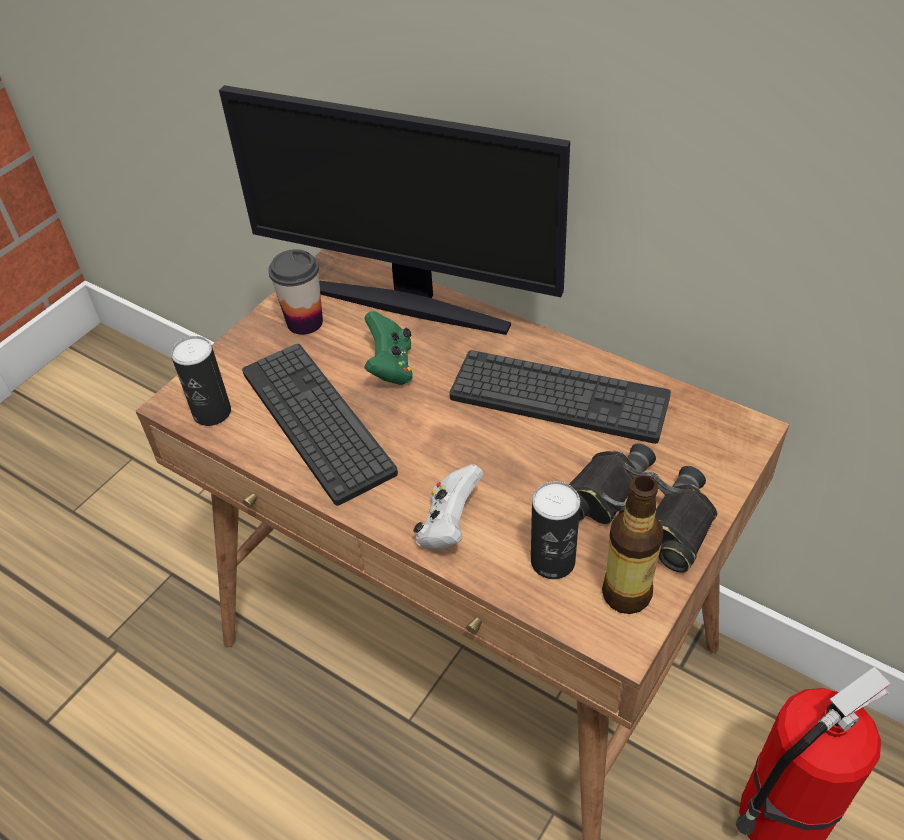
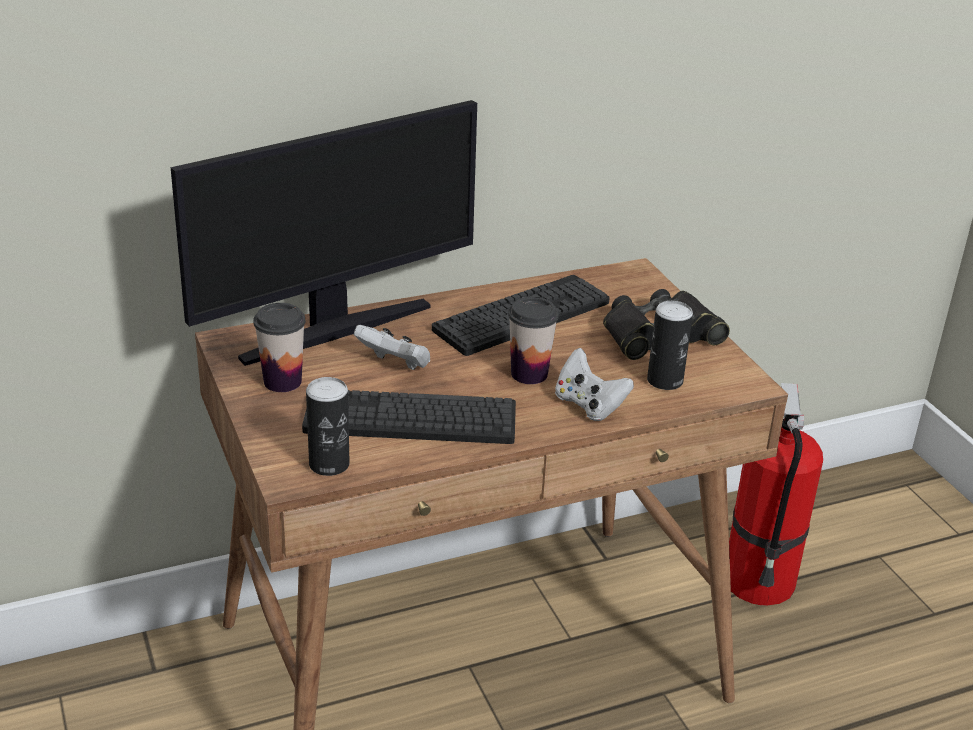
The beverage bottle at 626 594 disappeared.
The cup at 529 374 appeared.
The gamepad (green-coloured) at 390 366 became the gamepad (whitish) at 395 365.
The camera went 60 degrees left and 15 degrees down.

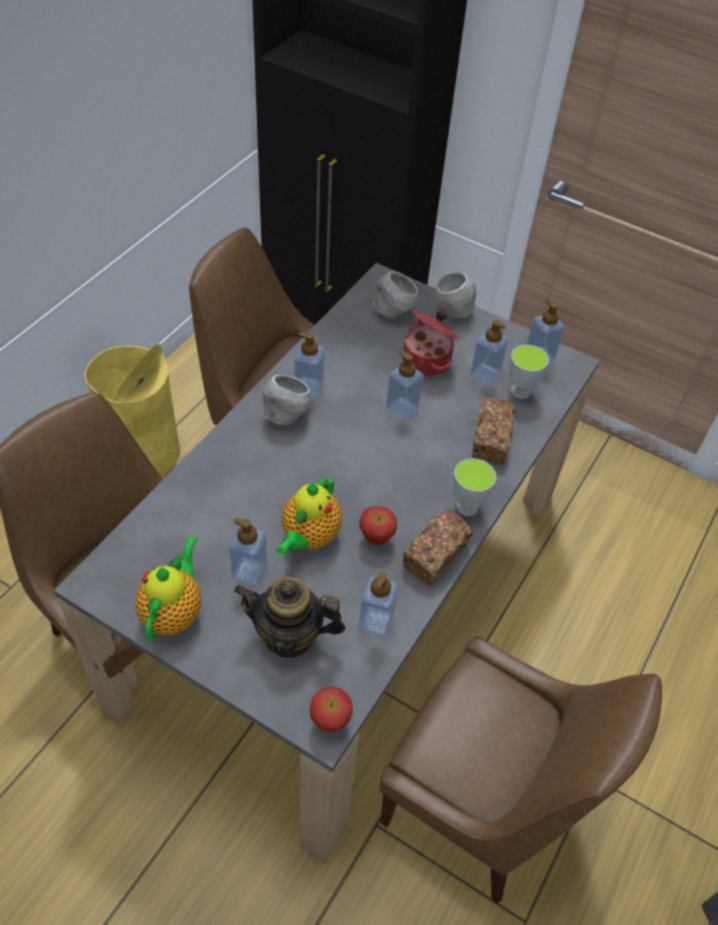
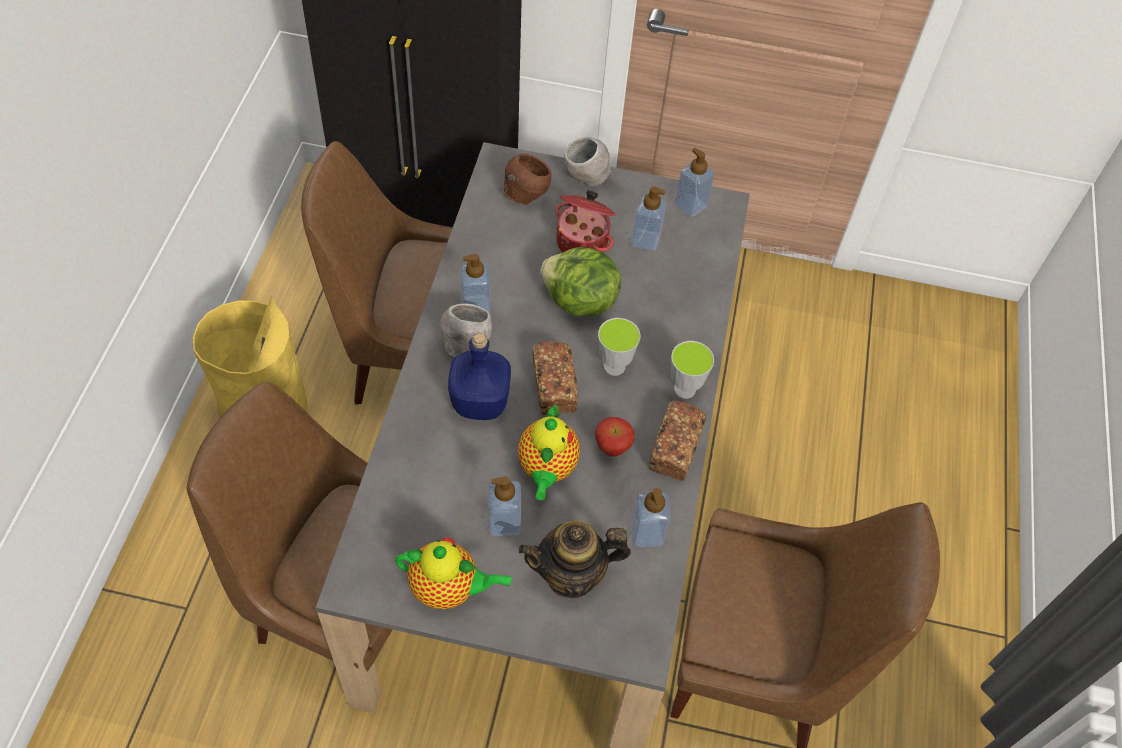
The apple at 330 722 disappeared.
The beverage bottle (blue-coloured) at 480 404 appeared.
The bakery bread moved from 491 440 to 554 387.
The cup moved from 520 391 to 614 366.
The soap bottle at 402 408 was replaced by the lettuce head at 579 302.
The serving bowl (greyish) at 393 312 became the serving bowl (brownish) at 525 196.
The pot for tea at 174 612 turned 105 degrees clockwise.
The camera went 20 degrees left and 5 degrees up.

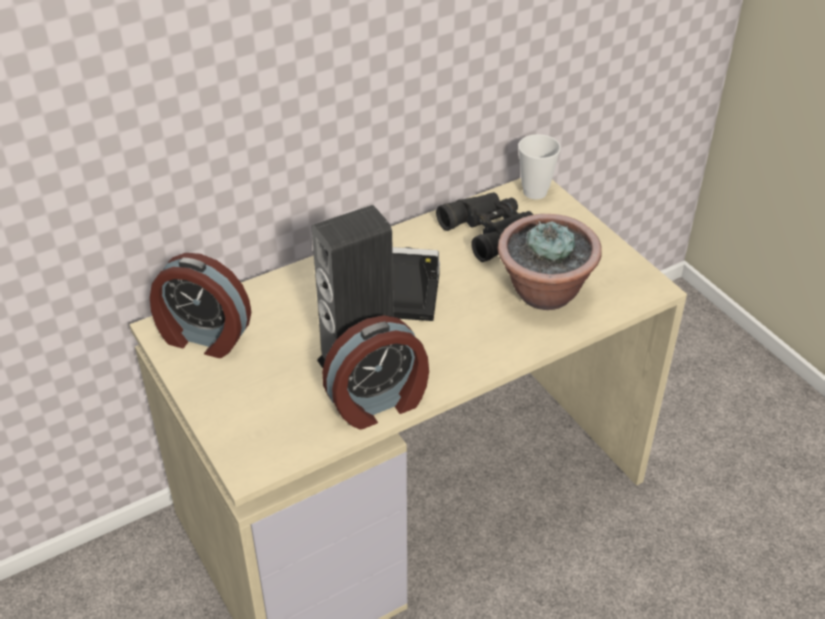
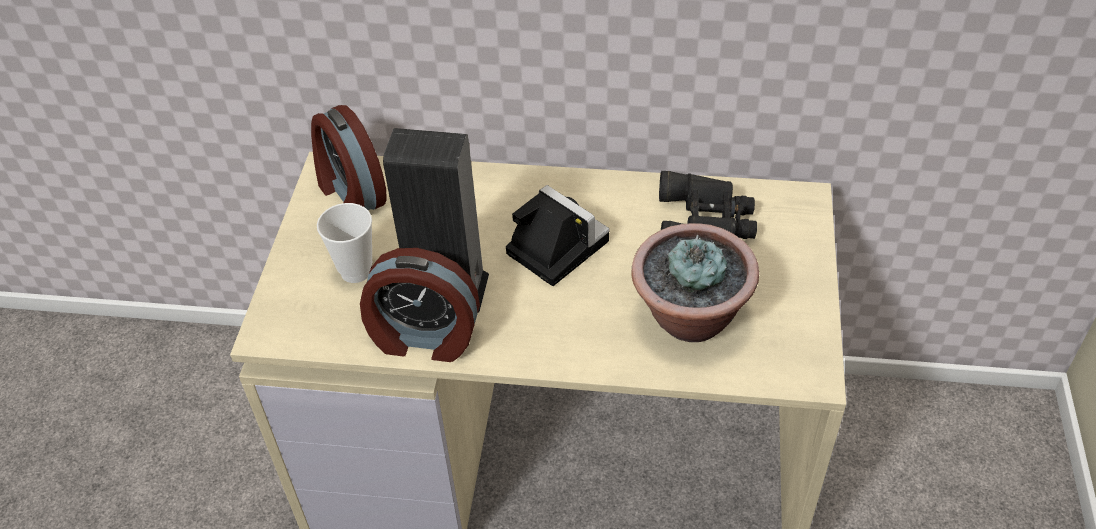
The cup moved from 535 192 to 356 271.
The camera went 40 degrees right and 5 degrees up.

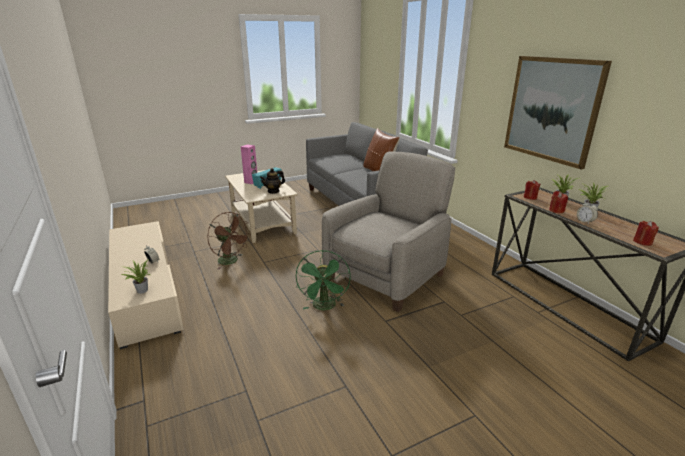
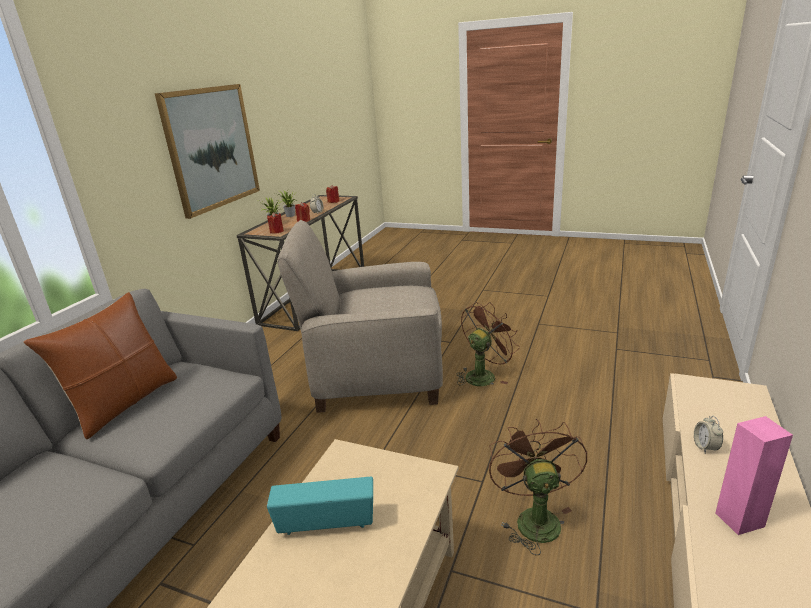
The houseplant at 141 290 disappeared.
The pot for tea at 273 191 disappeared.
The audio speaker (pink) moved from 251 182 to 739 519.
The cooling fan (green-coloured) at 325 307 became the cooling fan (brownish) at 483 375.
The camera went 130 degrees left and 0 degrees up.

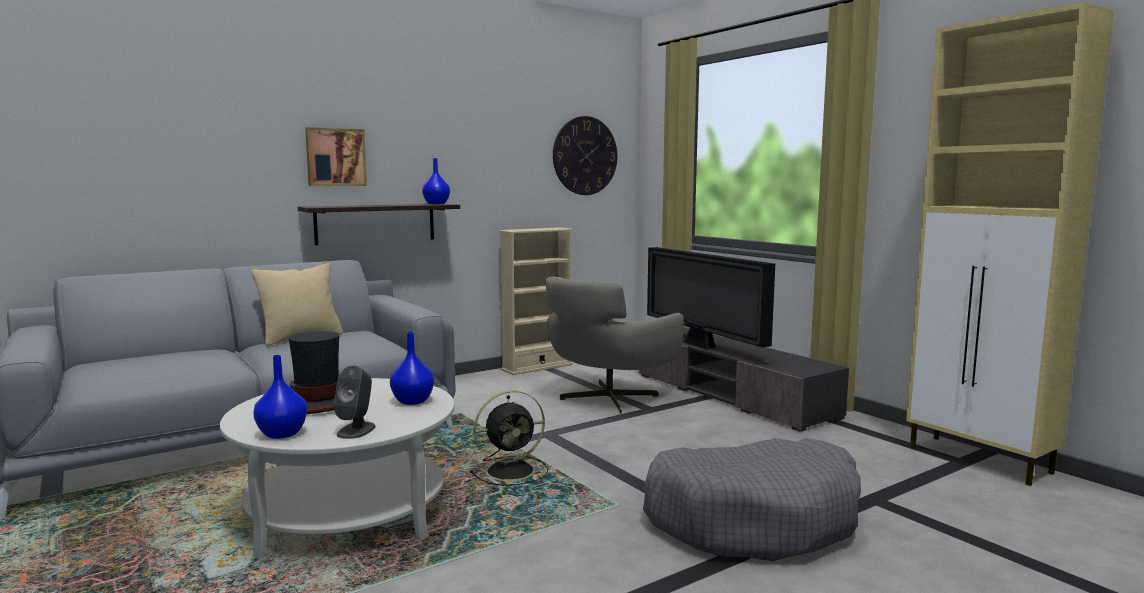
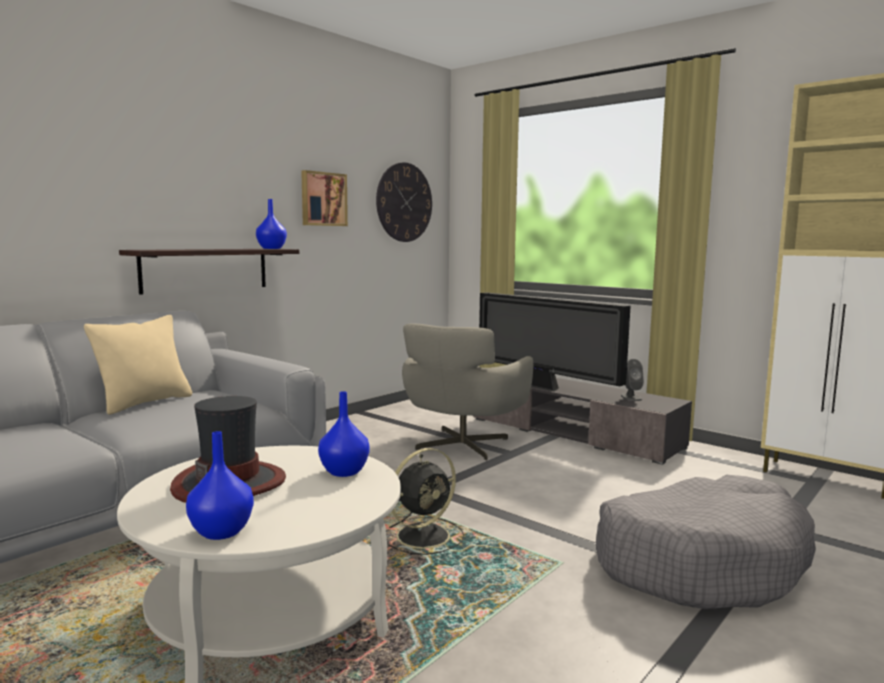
The bookcase (sand-coloured) at 537 367 disappeared.
The picture moved from 335 157 to 323 199.
The audio speaker (greyish) moved from 356 430 to 631 397.
The camera went 15 degrees left and 0 degrees up.

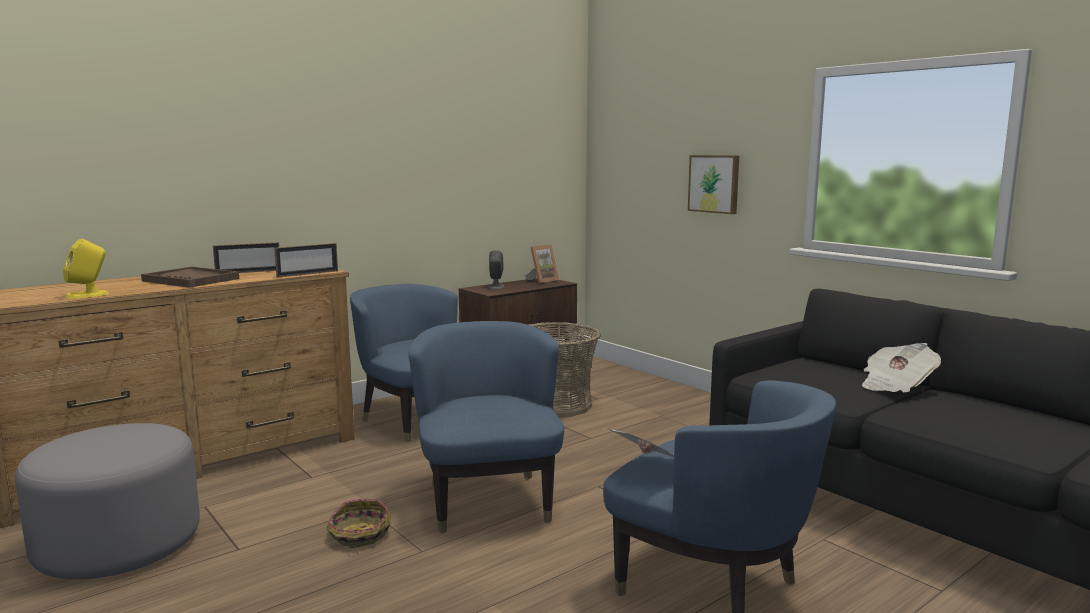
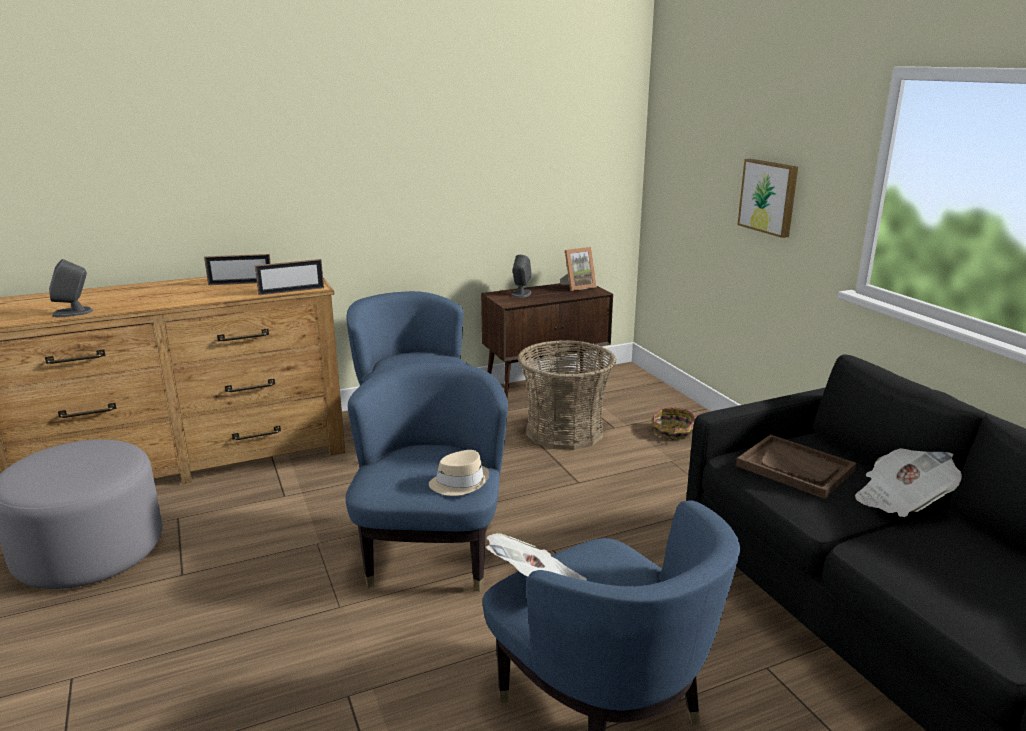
The clothing hat (sand-coloured) at 460 482 appeared.
The tray (brownish) moved from 191 280 to 795 468.
The household basket moved from 359 535 to 672 432.
The audio speaker (yellowish) at 88 295 became the audio speaker (greyish) at 73 312.
The camera went 15 degrees right and 10 degrees up.

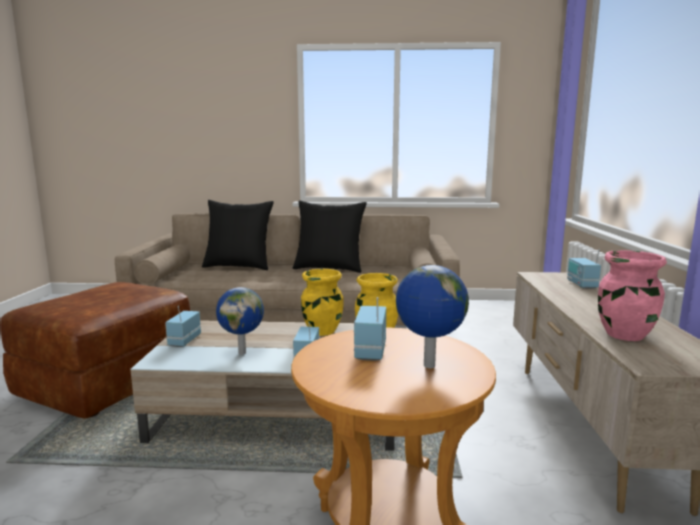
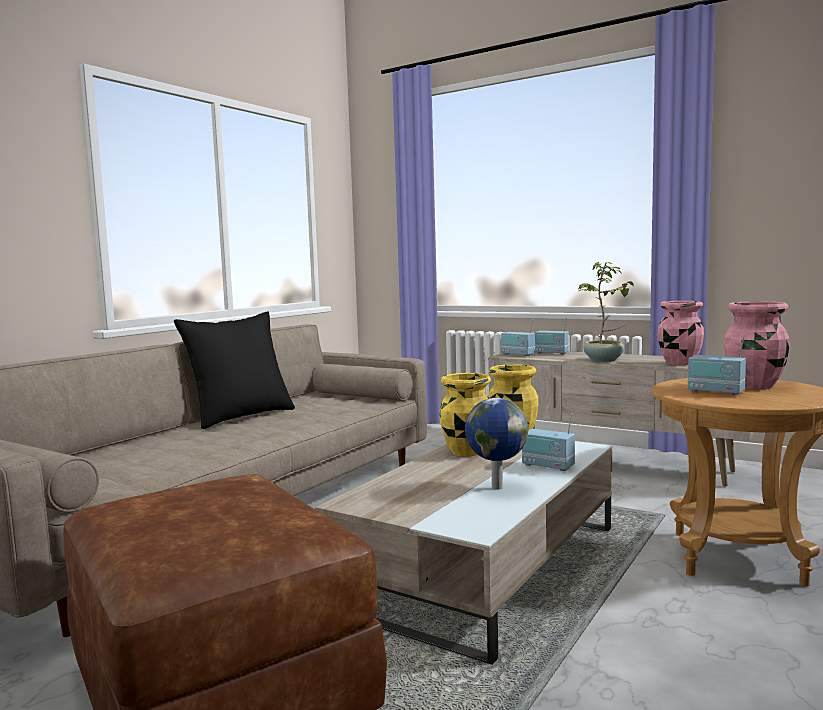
The cushion (black) at 238 266 disappeared.
The houseplant at 604 360 appeared.
The radio receiver moved from 184 341 to 517 354.
The desk globe at 428 366 was replaced by the vase (pink) at 755 386.
The camera went 60 degrees left and 5 degrees down.

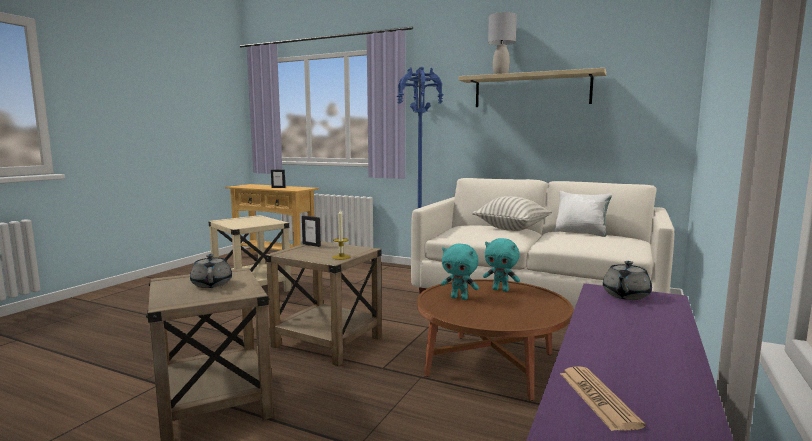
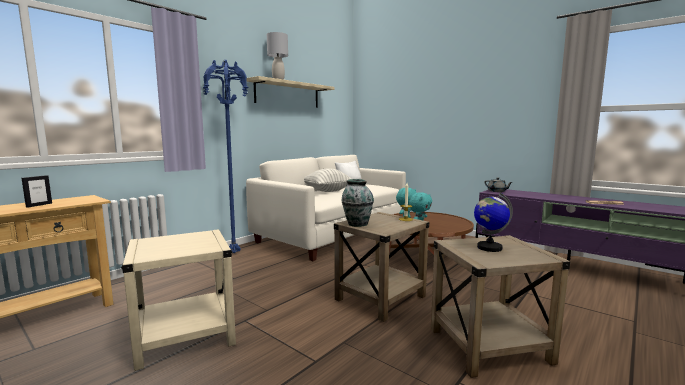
The pot for tea (greyish) at 212 284 was replaced by the desk globe at 489 248.
The picture frame at 311 245 was replaced by the vase at 357 224.
The camera went 75 degrees left and 0 degrees up.

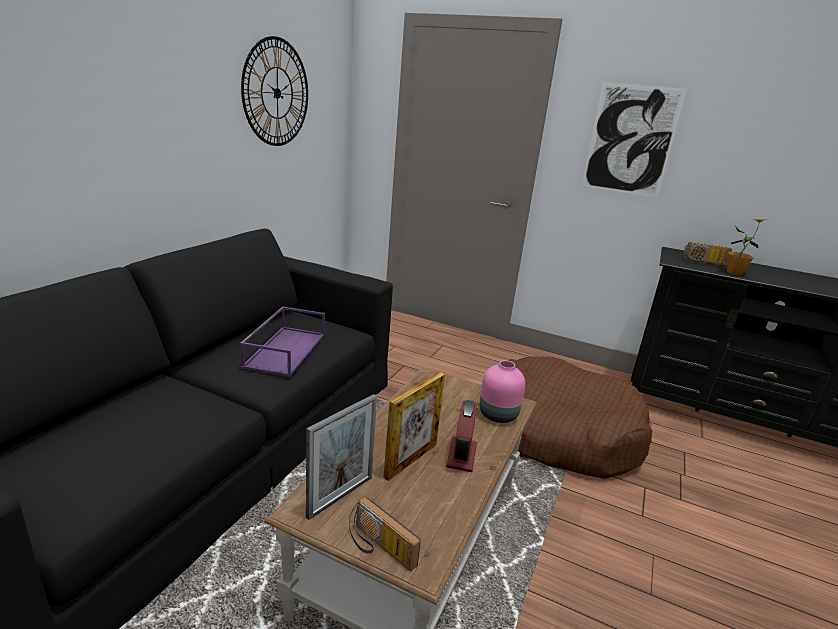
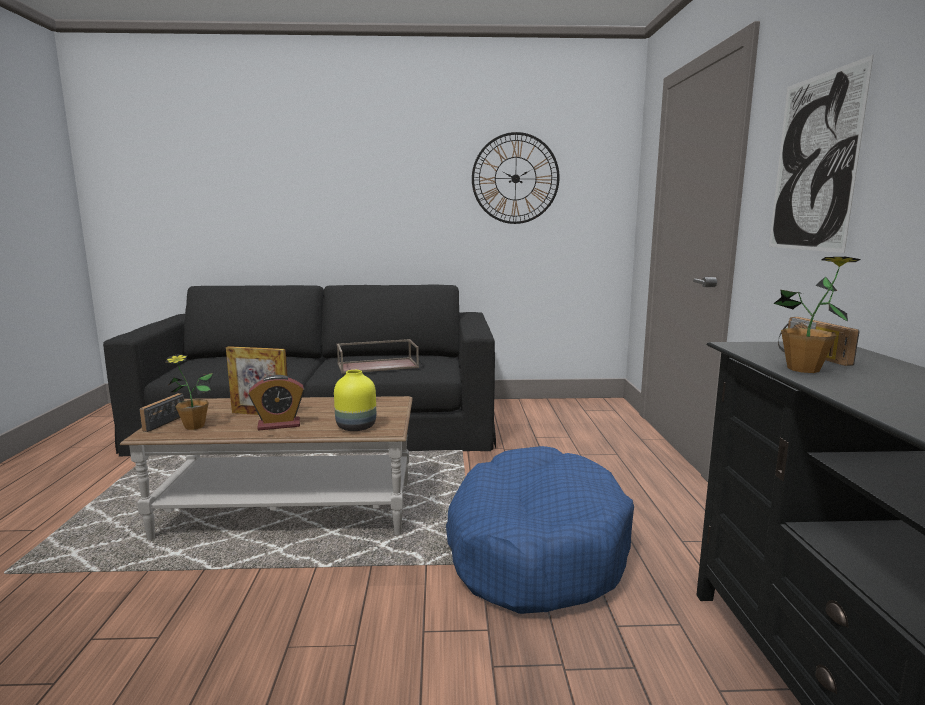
The picture frame at 340 496 disappeared.
The houseplant at 194 426 appeared.
The tray (purple-coloured) at 285 350 became the tray (brownish) at 378 365.
The vase (pink) at 497 414 became the vase (yellowish) at 357 427.
The dog cushion (brownish) at 556 431 became the dog cushion (blue-coloured) at 535 548.
The camera went 65 degrees right and 10 degrees down.

